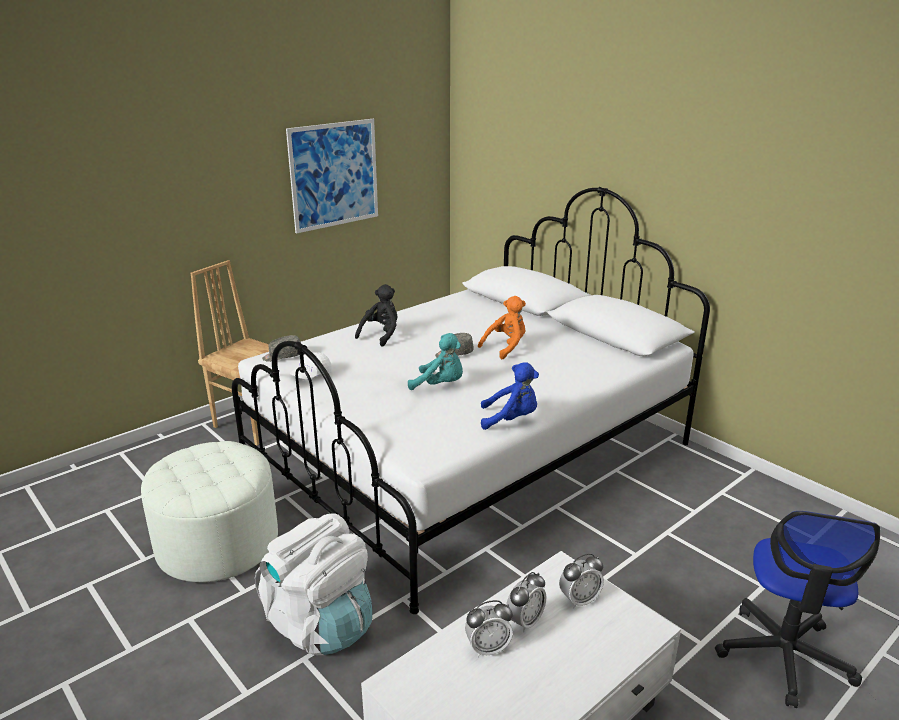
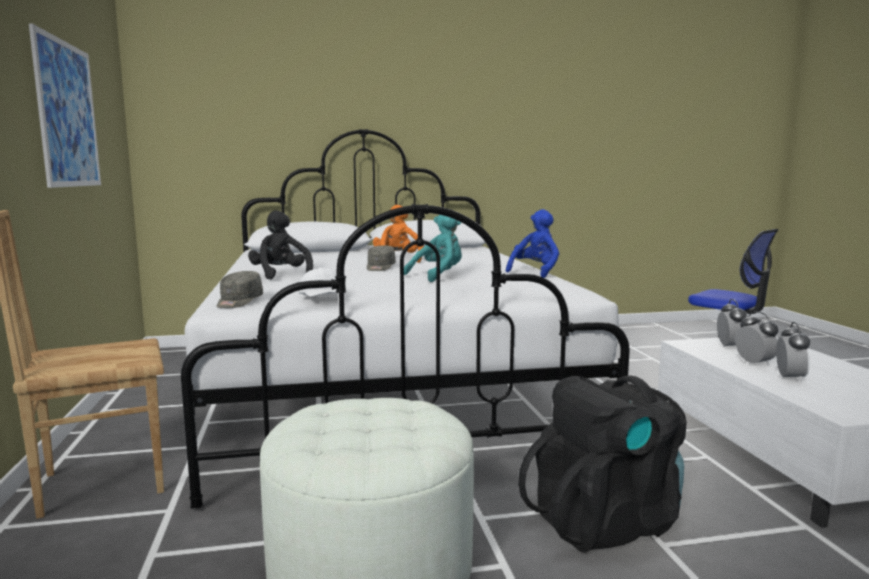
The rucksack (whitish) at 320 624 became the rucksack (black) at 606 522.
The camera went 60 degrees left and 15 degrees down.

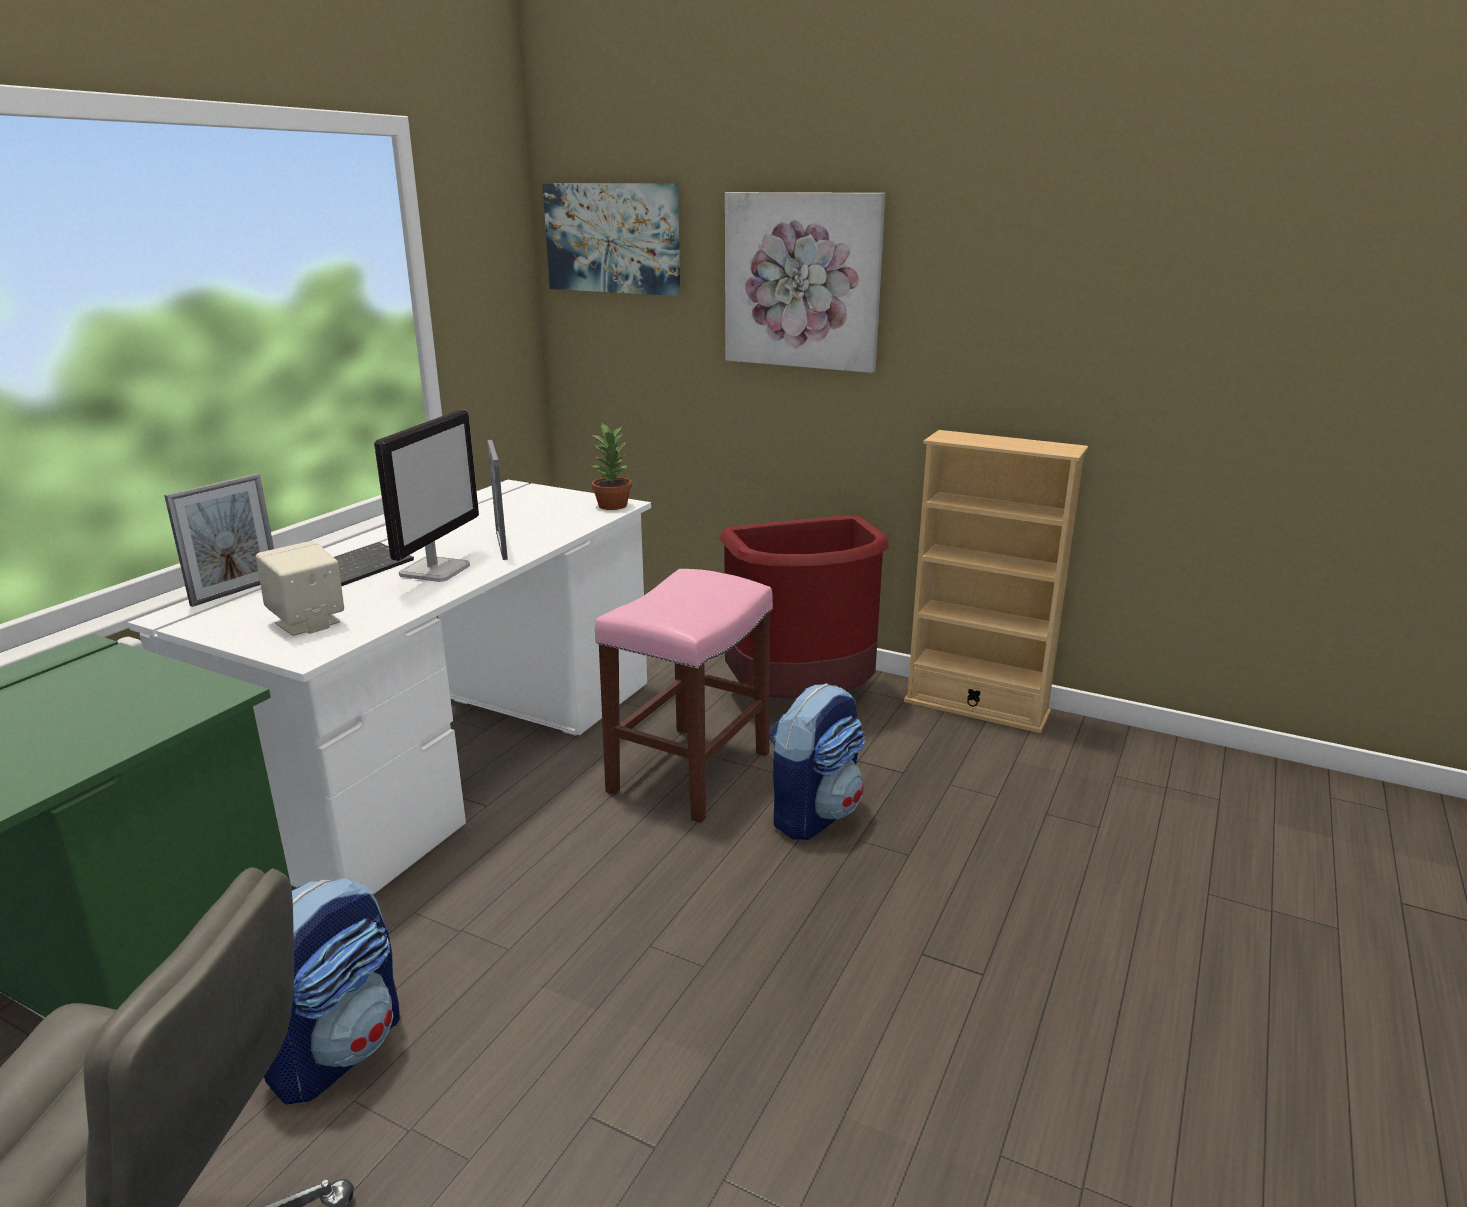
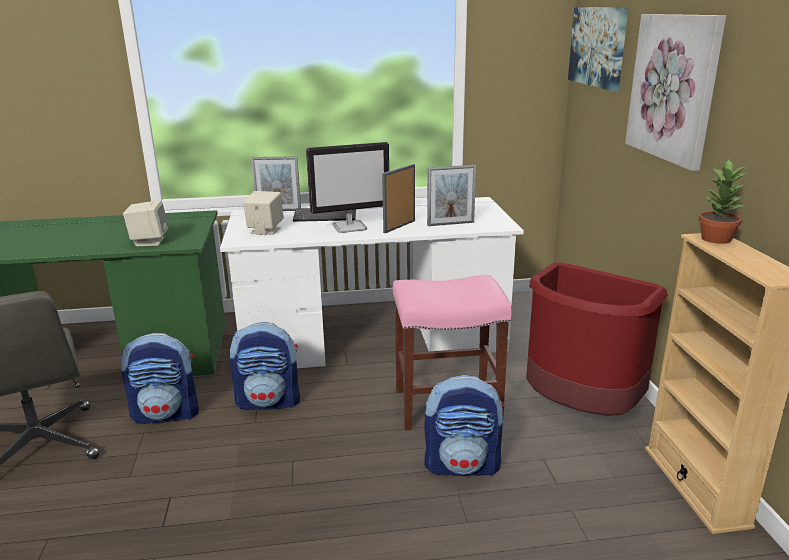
The audio speaker (sand-coloured) at 149 241 appeared.
The rucksack at 269 401 appeared.
The picture frame at 450 224 appeared.
The houseplant moved from 613 505 to 716 239.
The camera went 55 degrees right and 0 degrees up.

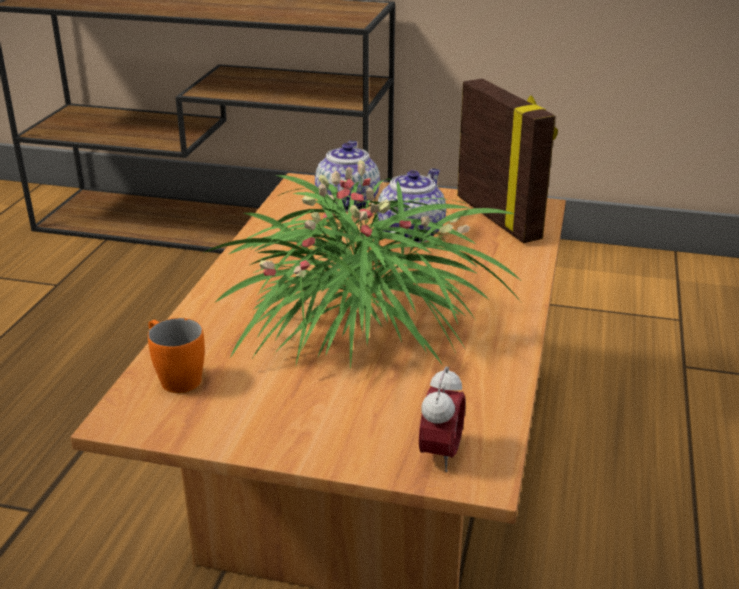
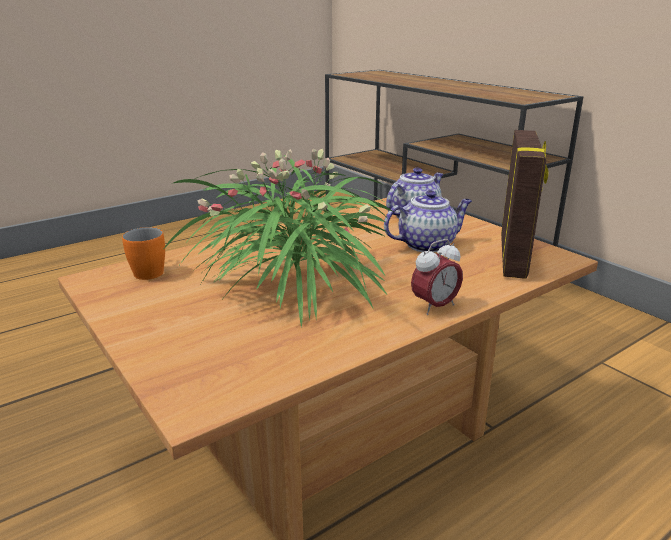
The bedside clock moved from 440 454 to 435 307.
The camera went 40 degrees right and 5 degrees down.

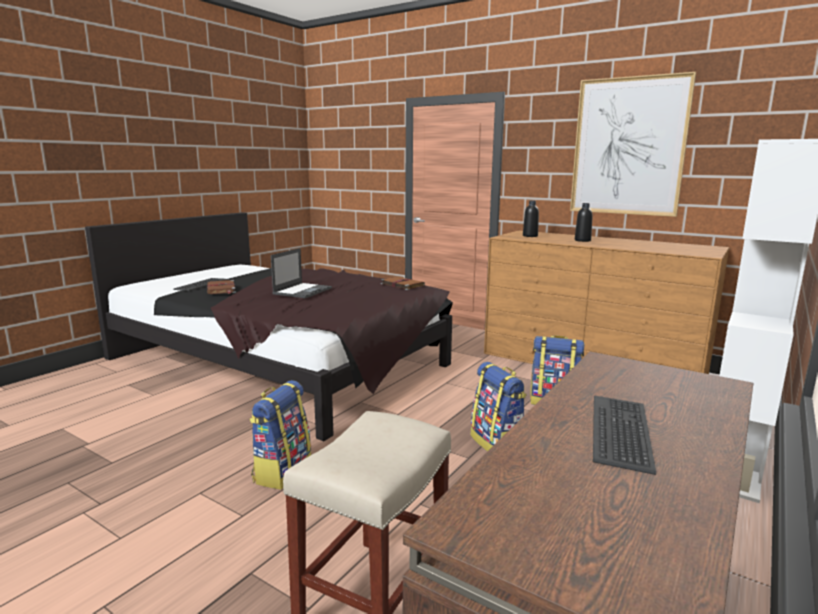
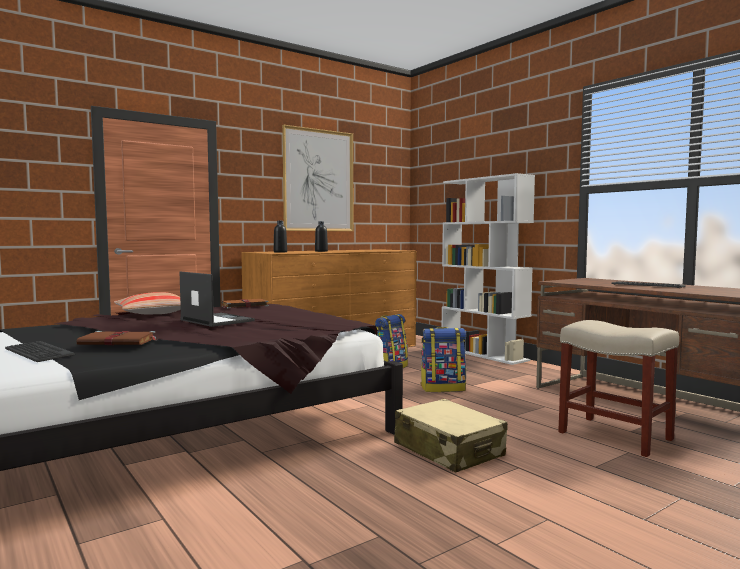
The cushion at 153 313 appeared.
The rucksack at 282 471 was replaced by the travel case (sand-coloured) at 448 450.
The camera went 70 degrees left and 10 degrees down.

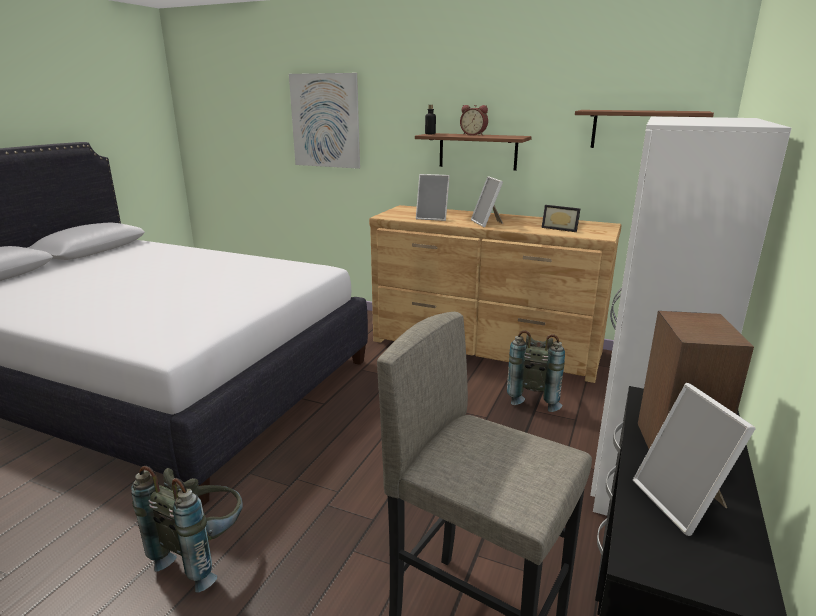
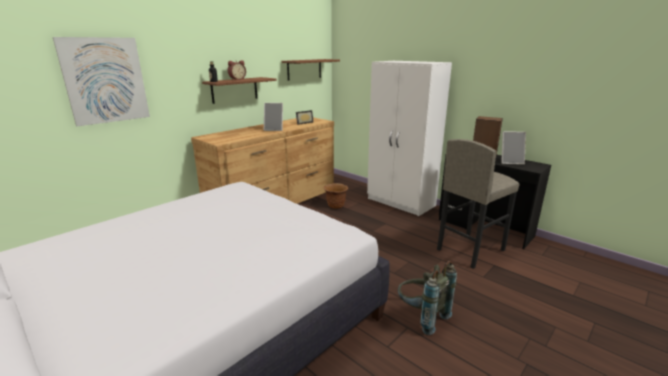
The picture frame at 432 218 disappeared.
The rucksack (greyish) at 534 397 was replaced by the plant pot (brownish) at 335 205.
The camera went 70 degrees left and 0 degrees up.

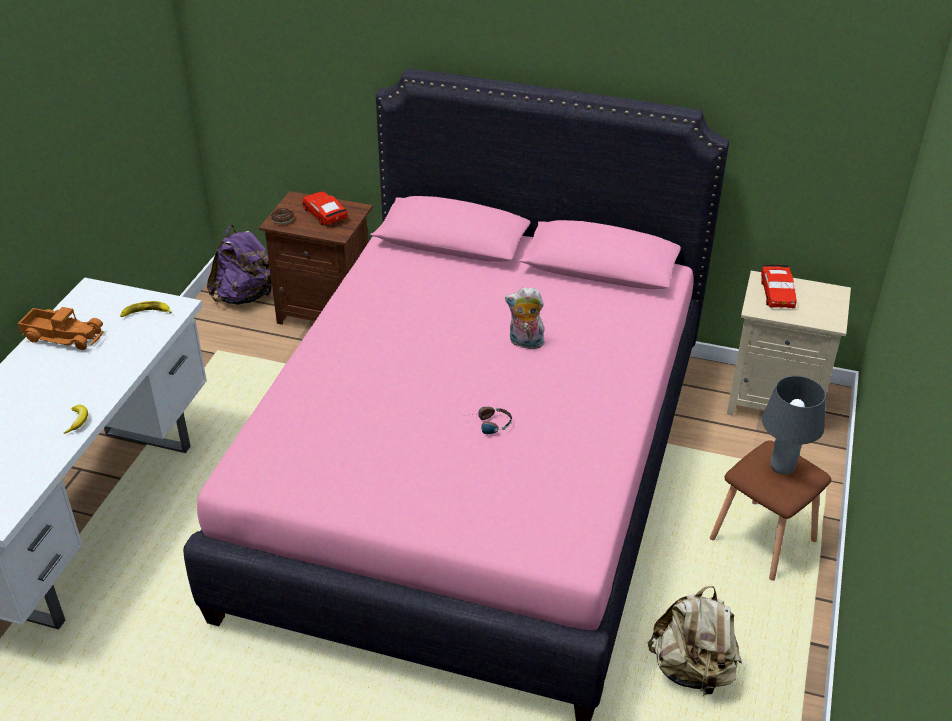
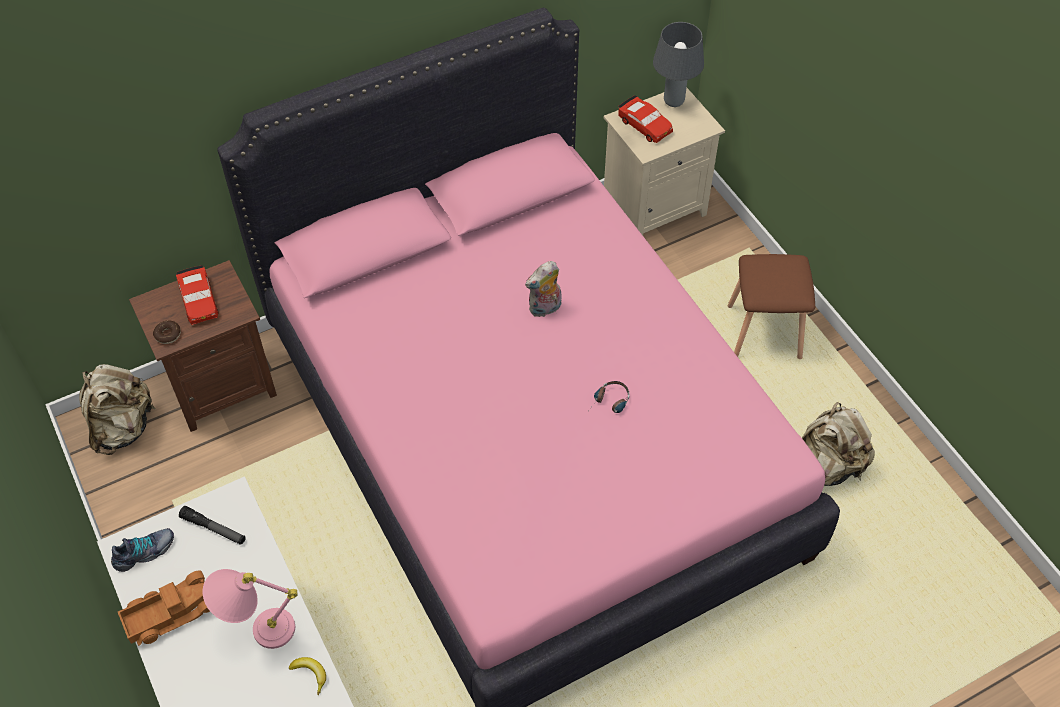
The low shoe at 145 553 appeared.
The tabletop lamp (pink) at 258 630 appeared.
The tabletop lamp (greyish) moved from 782 467 to 673 101.
The banana fruit at 146 313 was replaced by the torch at 213 528.
The rucksack (purple-coloured) at 245 296 became the rucksack (sand-coloured) at 123 427.
The model car (red) at 324 214 turned 120 degrees counterclockwise.
The camera went 45 degrees left and 15 degrees up.

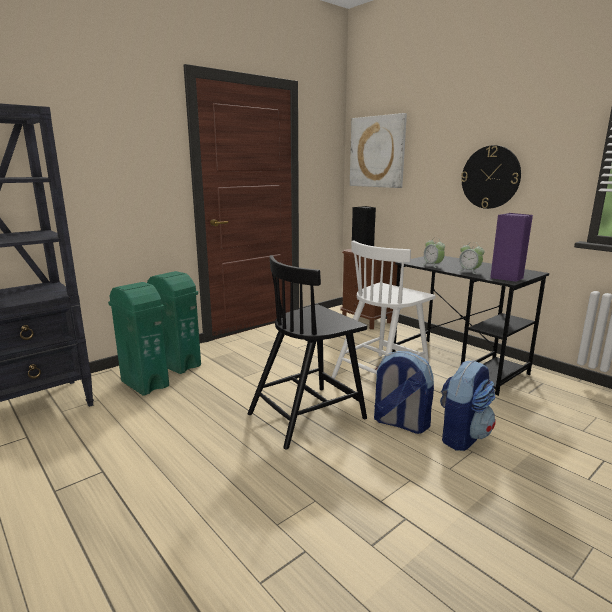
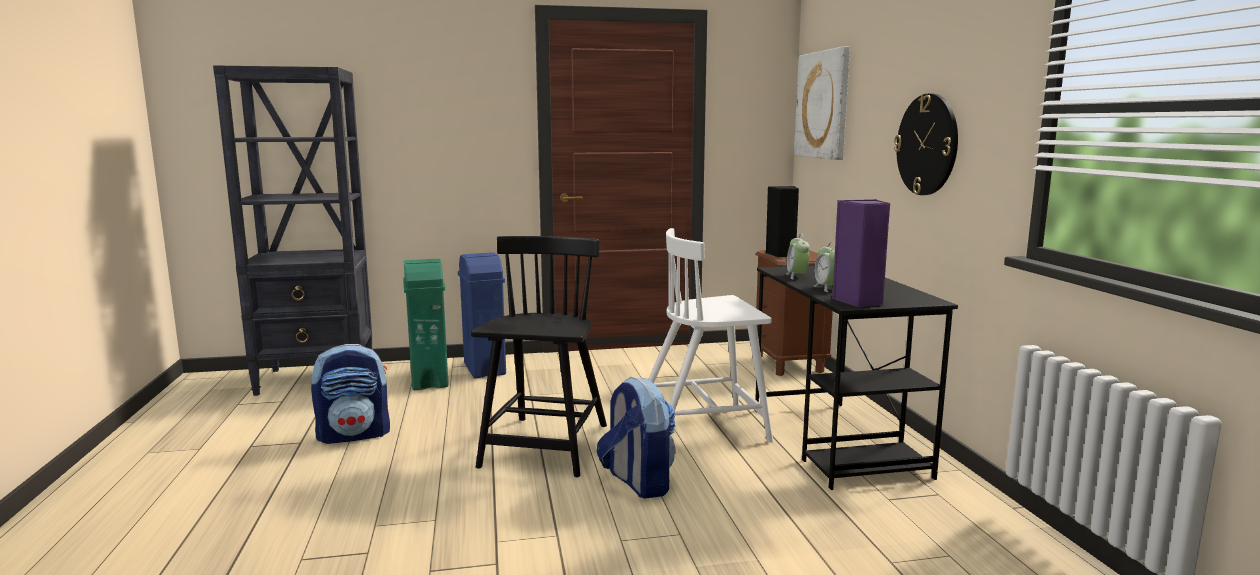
The rucksack moved from 462 436 to 355 435.
The rubbish bin (green-coloured) at 177 364 became the rubbish bin (blue-coloured) at 485 369.
The upright chair (black) at 308 415 turned 105 degrees clockwise.
The camera went 30 degrees right and 5 degrees down.

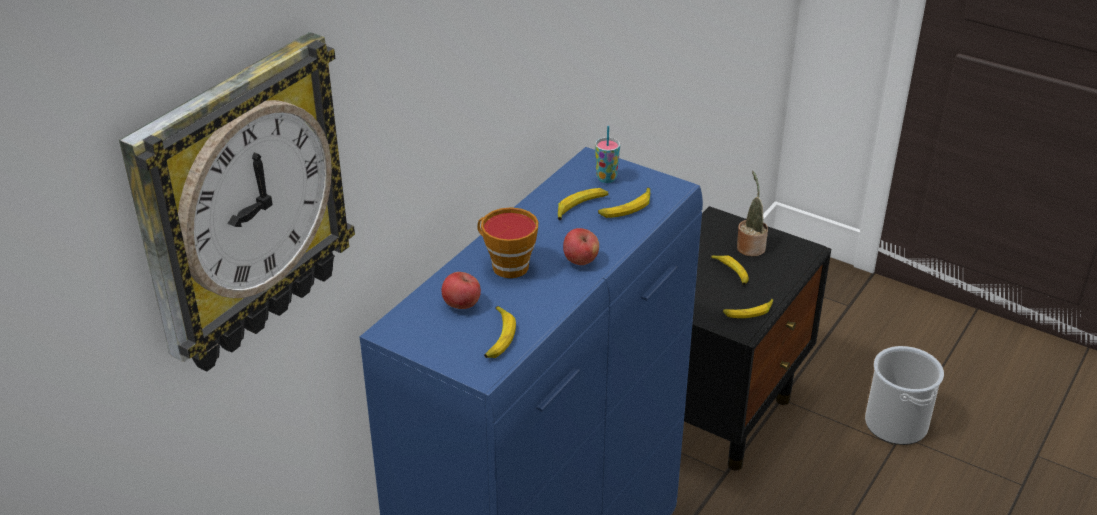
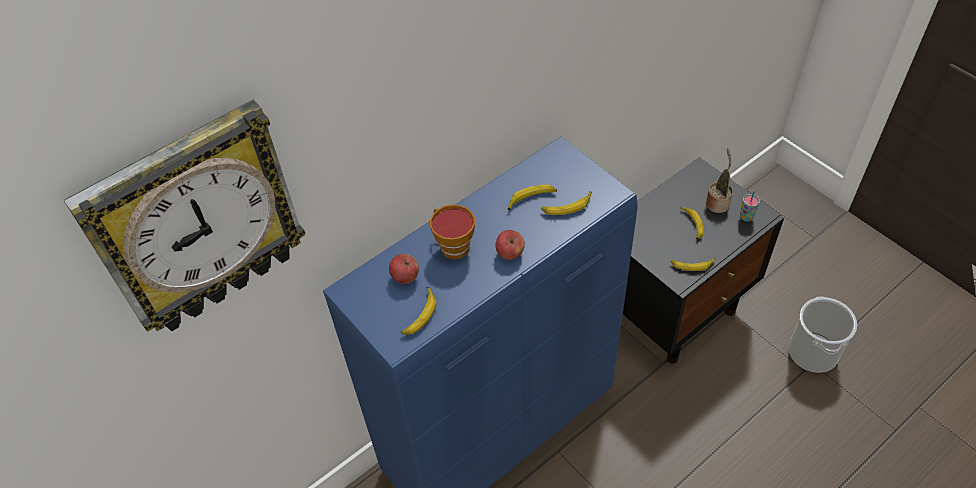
The cup moved from 606 178 to 746 217.
The camera went 20 degrees right and 15 degrees up.

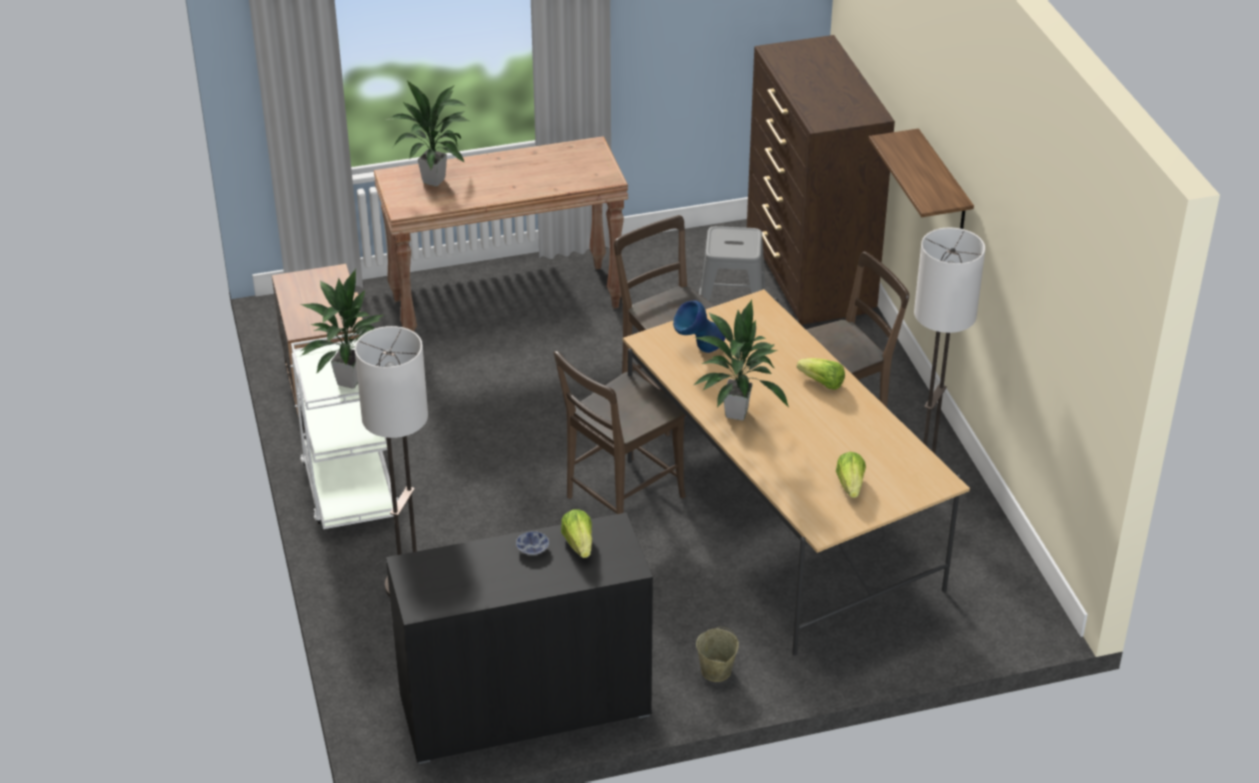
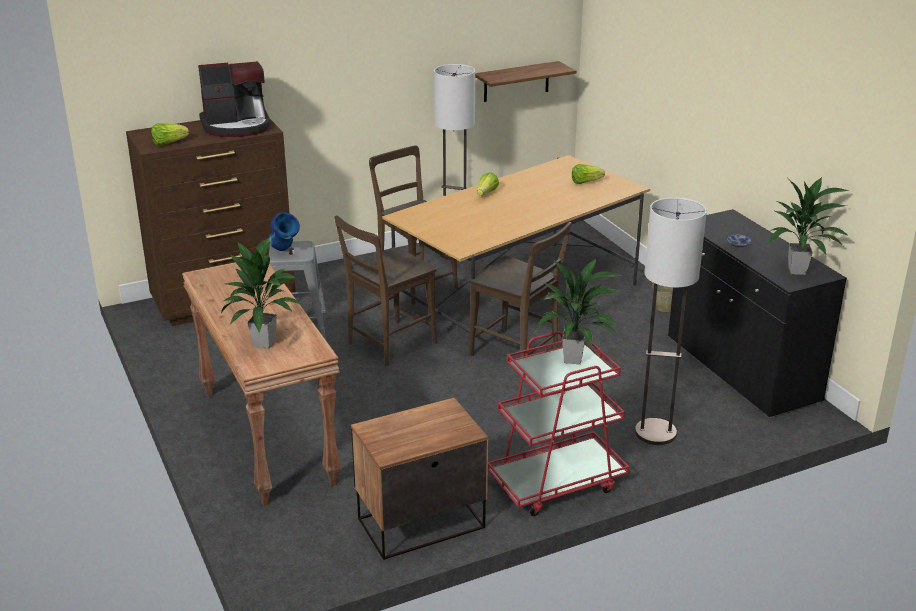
The coffee maker at 237 126 appeared.
The lettuce head moved from 579 544 to 168 143.
The vase (blue-coloured) moved from 698 350 to 284 251.
The houseplant moved from 735 414 to 798 271.
The wall shelf moved from 943 185 to 516 81.
The cart (whitish) at 350 489 became the cart (red) at 556 483.
The camera went 100 degrees left and 10 degrees down.

